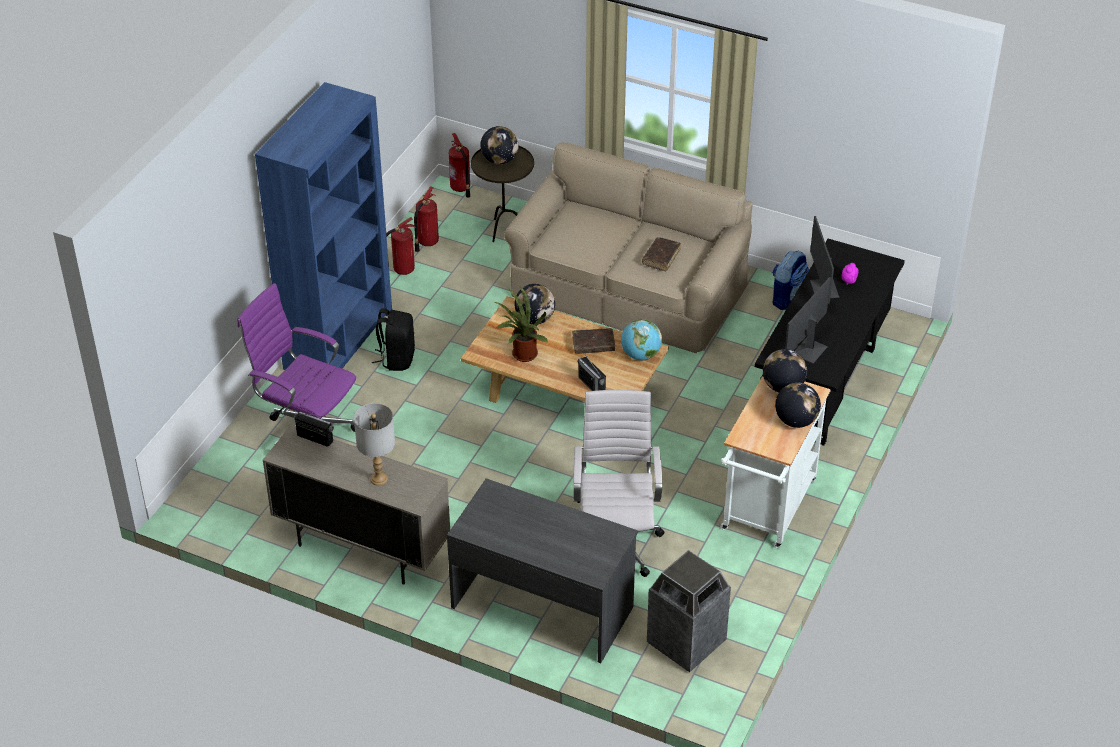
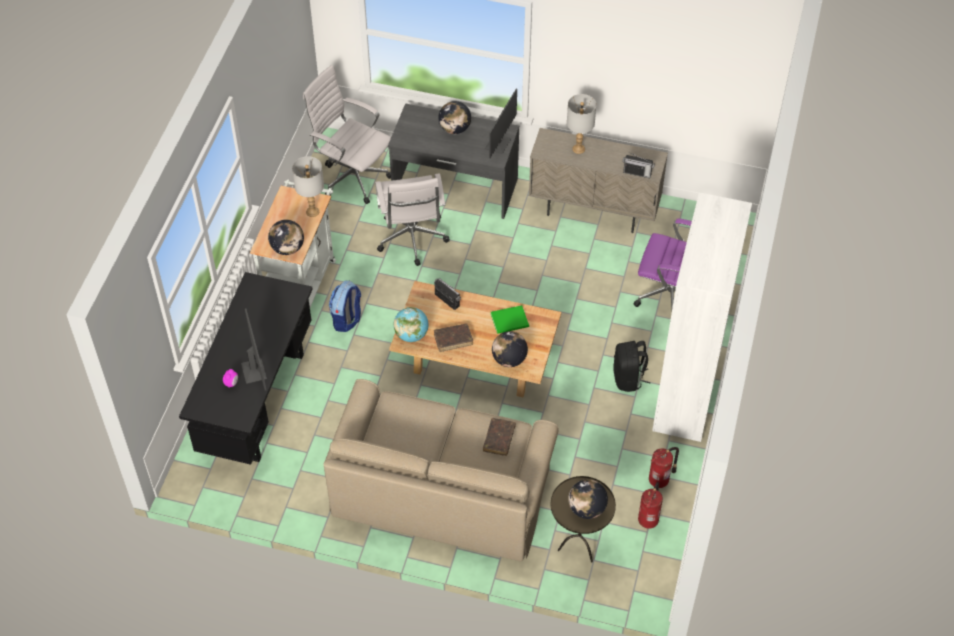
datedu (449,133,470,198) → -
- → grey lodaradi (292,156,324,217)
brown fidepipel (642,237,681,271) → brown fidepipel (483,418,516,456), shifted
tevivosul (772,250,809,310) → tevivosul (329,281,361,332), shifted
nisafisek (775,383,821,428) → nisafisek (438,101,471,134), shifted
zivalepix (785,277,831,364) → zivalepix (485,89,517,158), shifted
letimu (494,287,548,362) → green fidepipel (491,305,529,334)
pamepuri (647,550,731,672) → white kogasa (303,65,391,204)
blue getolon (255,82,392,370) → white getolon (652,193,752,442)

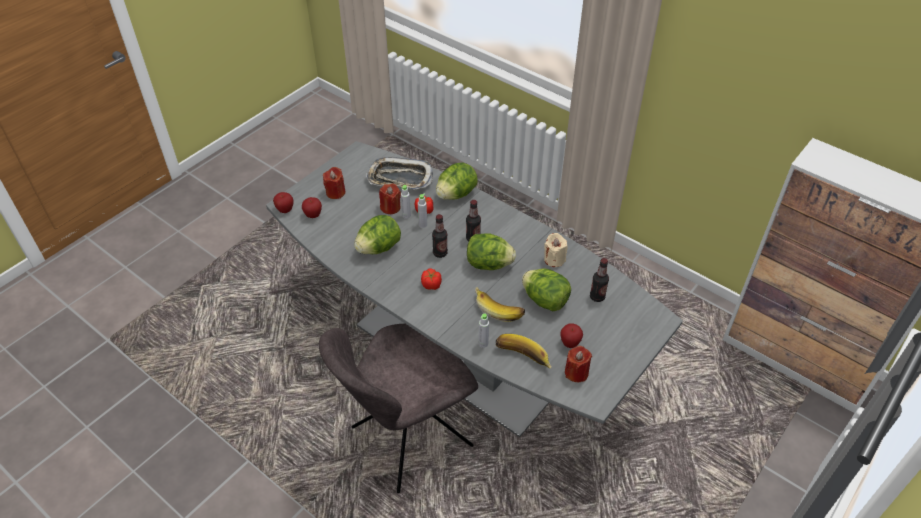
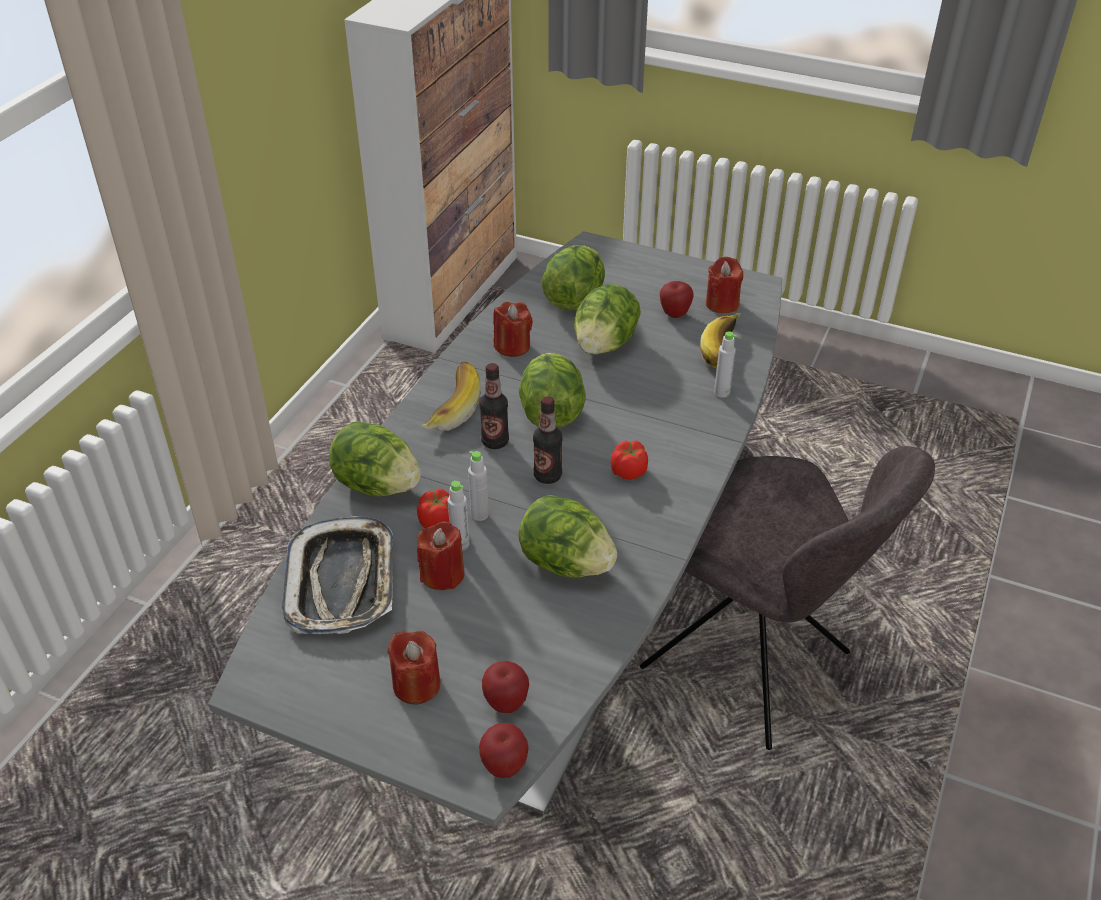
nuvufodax (475,287,525,322) → nuvufodax (421,362,480,431), shifted
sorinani (590,258,609,302) → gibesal (541,245,605,311)
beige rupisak (544,233,568,267) → red rupisak (493,302,533,357)

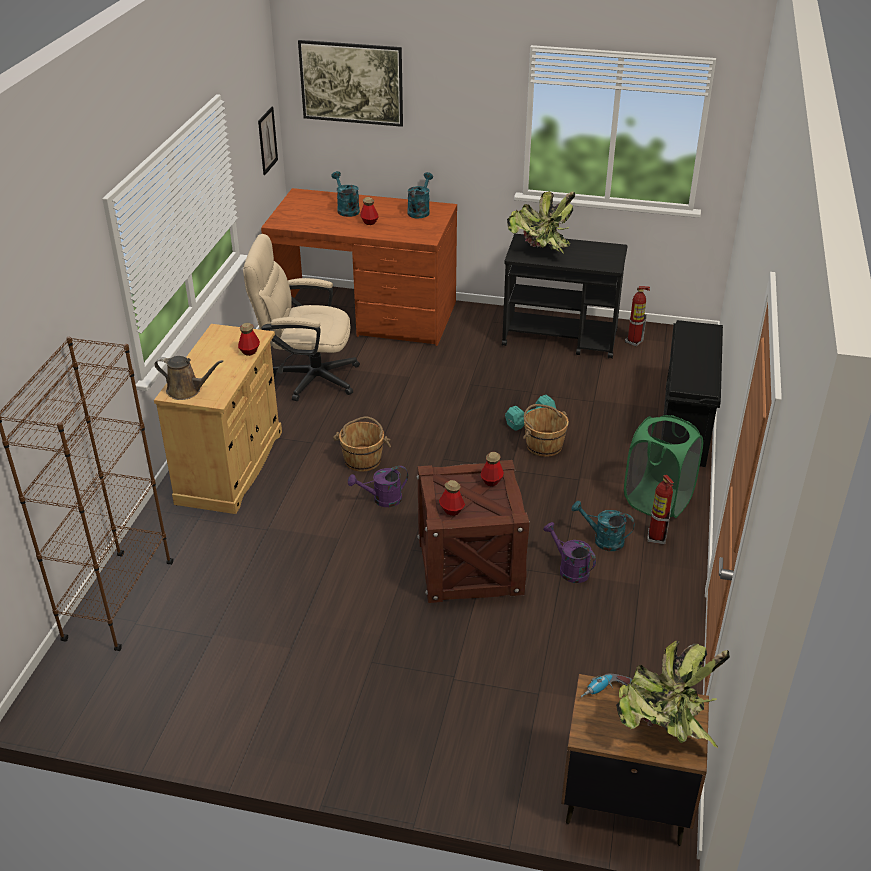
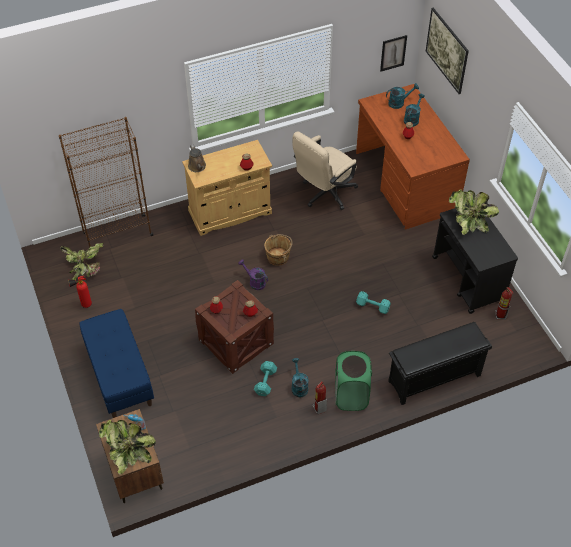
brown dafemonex (523,404,569,457) → -
- → letimu (60,243,104,280)
- → datedu (68,276,92,308)
- → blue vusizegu (80,309,154,418)
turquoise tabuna (407,172,433,218) → turquoise tabuna (386,83,419,109), shifted
purple tabuna (544,522,596,583) → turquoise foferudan (254,361,277,396)
beige kogasa (243,234,360,401) → beige kogasa (292,132,358,210), 105 degrees counterclockwise

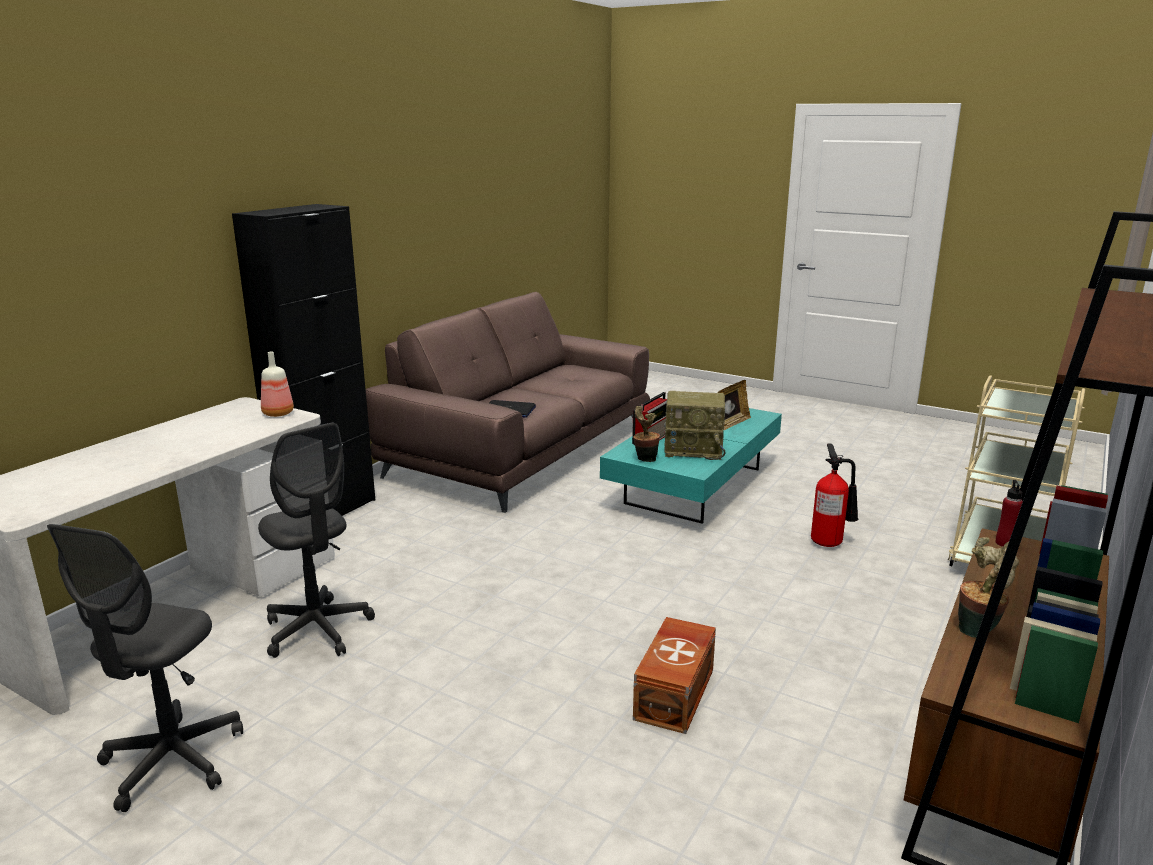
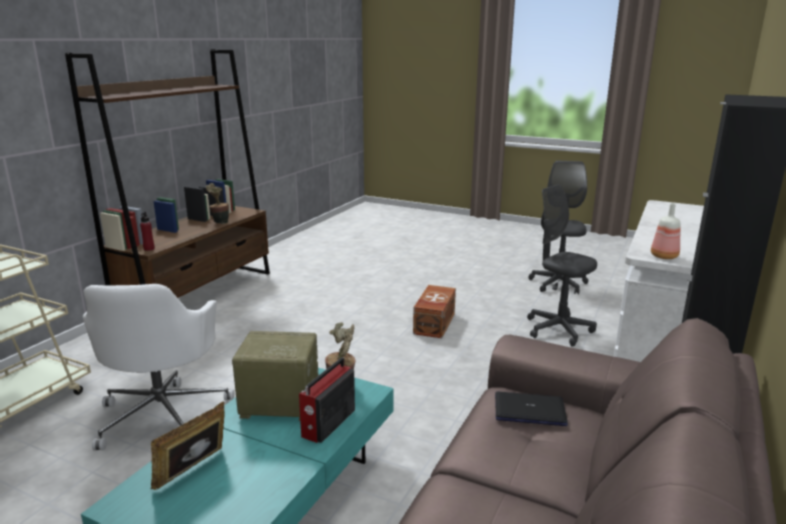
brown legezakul (633,617,716,734) → brown legezakul (413,285,456,338), shifted
datedu (811,443,858,547) → white kogasa (83,284,235,451)

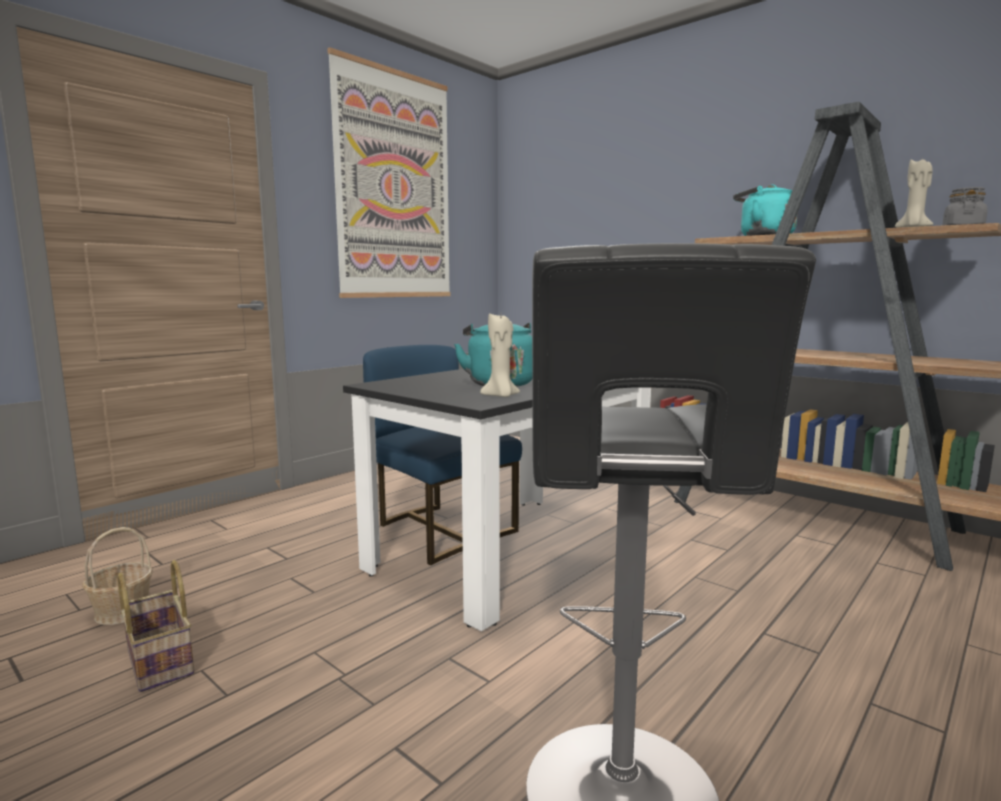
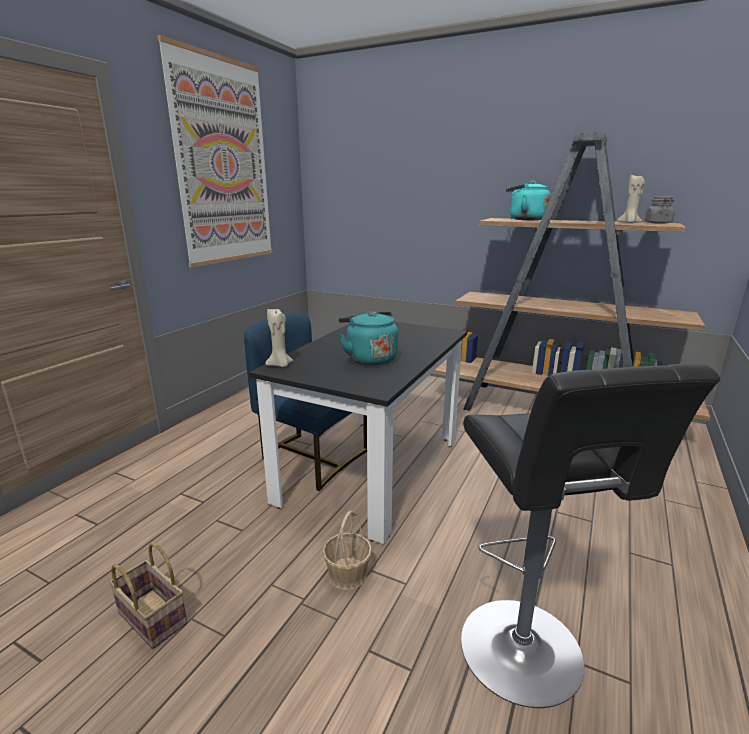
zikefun (82,527,153,625) → zikefun (322,511,372,590), shifted
beige rupisak (480,313,520,397) → beige rupisak (265,309,293,367), shifted

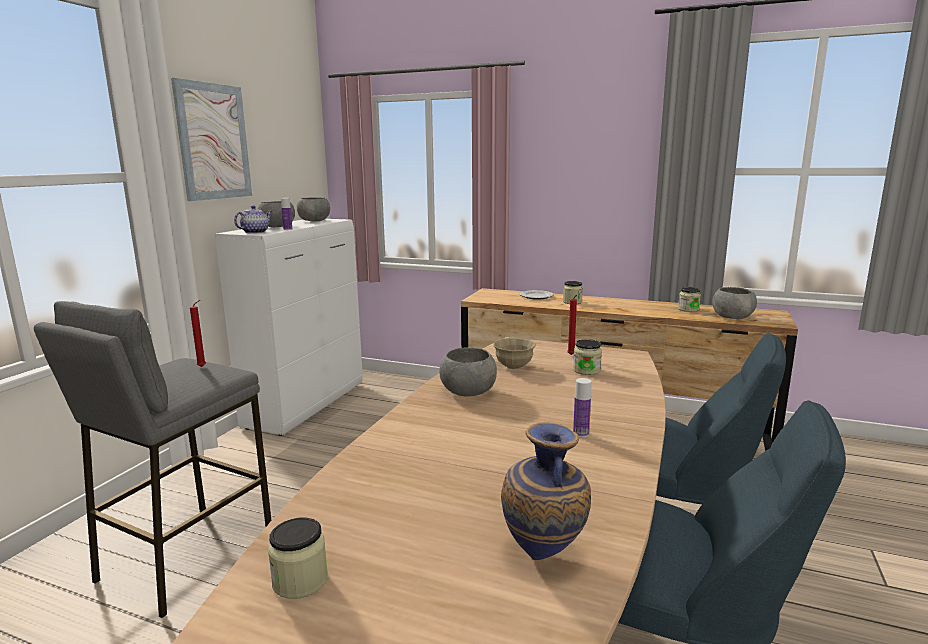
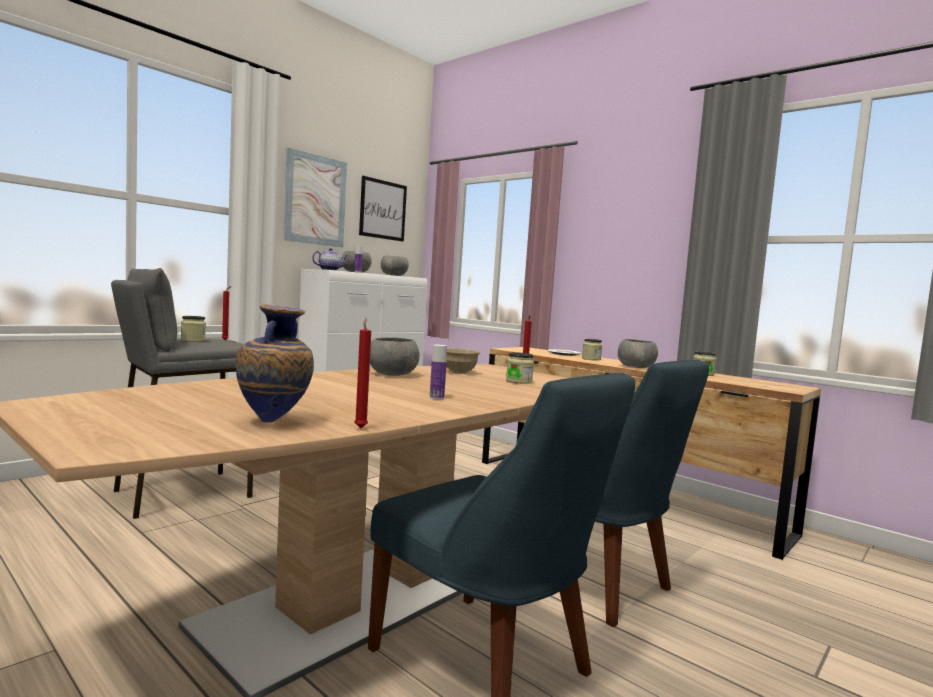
- → red rupisak (354,319,371,428)
- → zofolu (359,176,407,242)
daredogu (268,518,328,599) → daredogu (181,316,206,342), shifted
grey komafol (712,287,757,319) → grey komafol (618,339,658,368), shifted

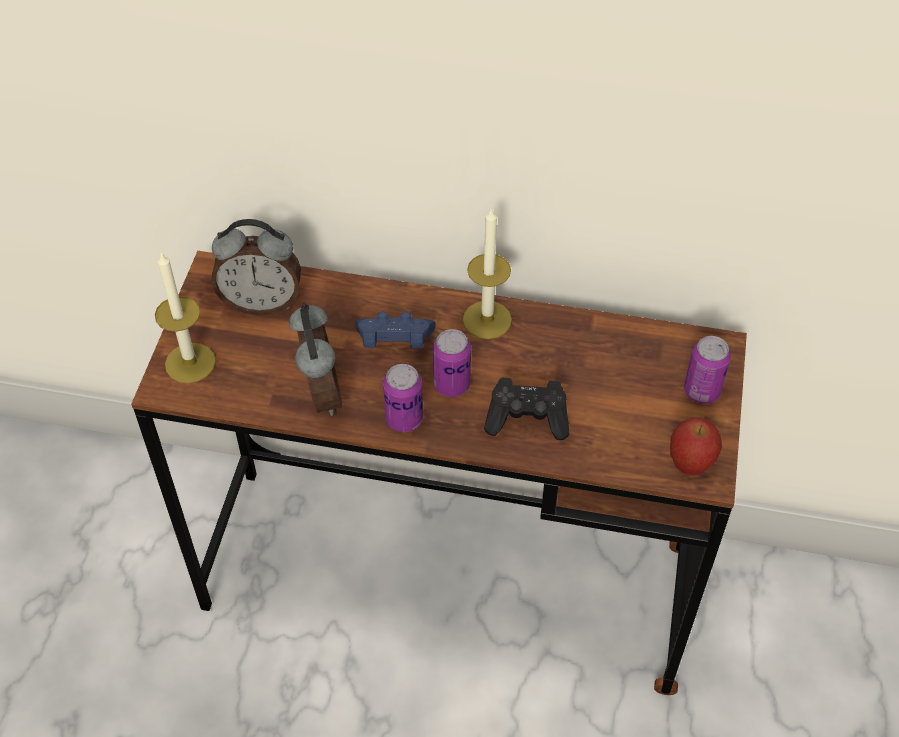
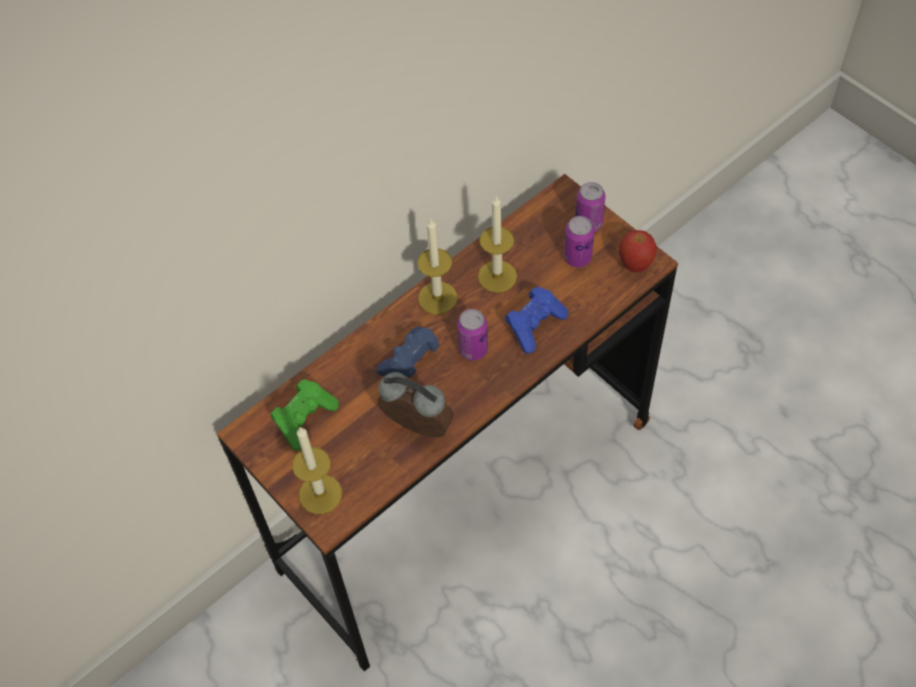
- → rupisak (478,196,517,293)
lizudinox (383,364,423,432) → lizudinox (564,216,594,268), shifted
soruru (212,219,301,316) → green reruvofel (271,379,339,451)
black reruvofel (484,378,570,440) → blue reruvofel (505,286,568,354)

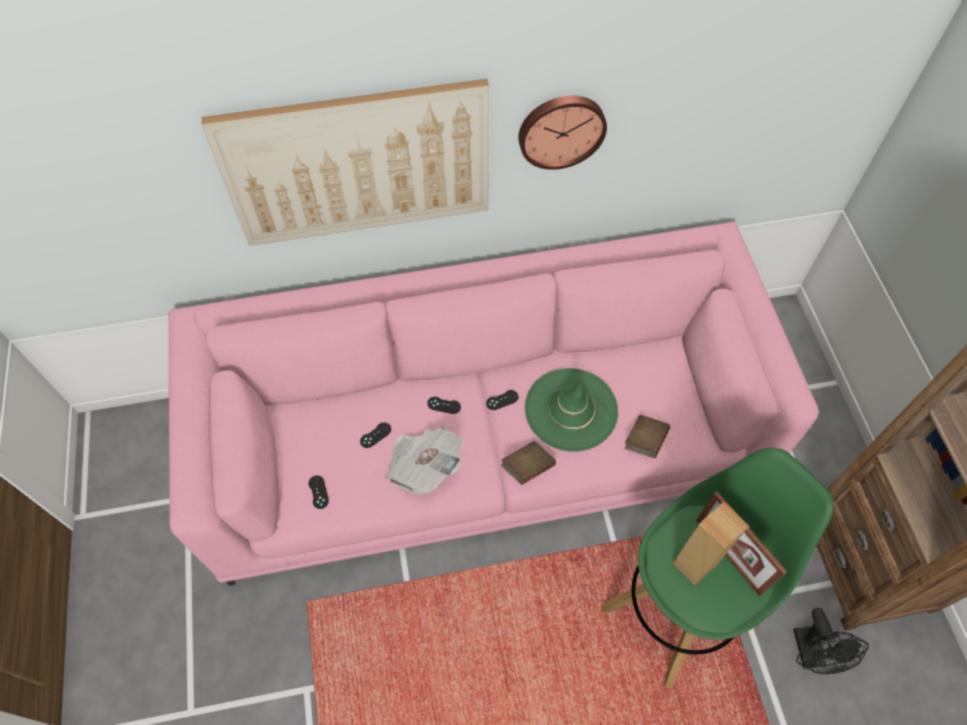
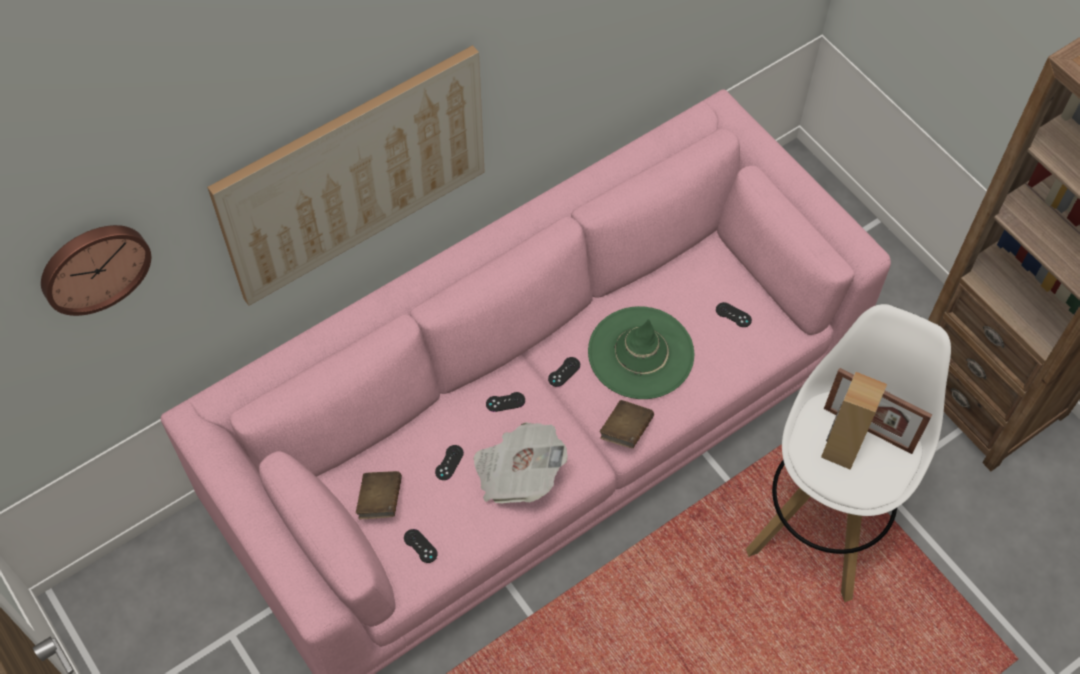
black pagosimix (793,608,869,674) → -
- → black reruvofel (716,302,752,327)
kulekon (518,95,607,170) → kulekon (41,225,151,316), shifted
brown fidepipel (625,415,670,458) → brown fidepipel (356,471,402,519), shifted
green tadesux (601,447,834,688) → white tadesux (746,304,951,602)

